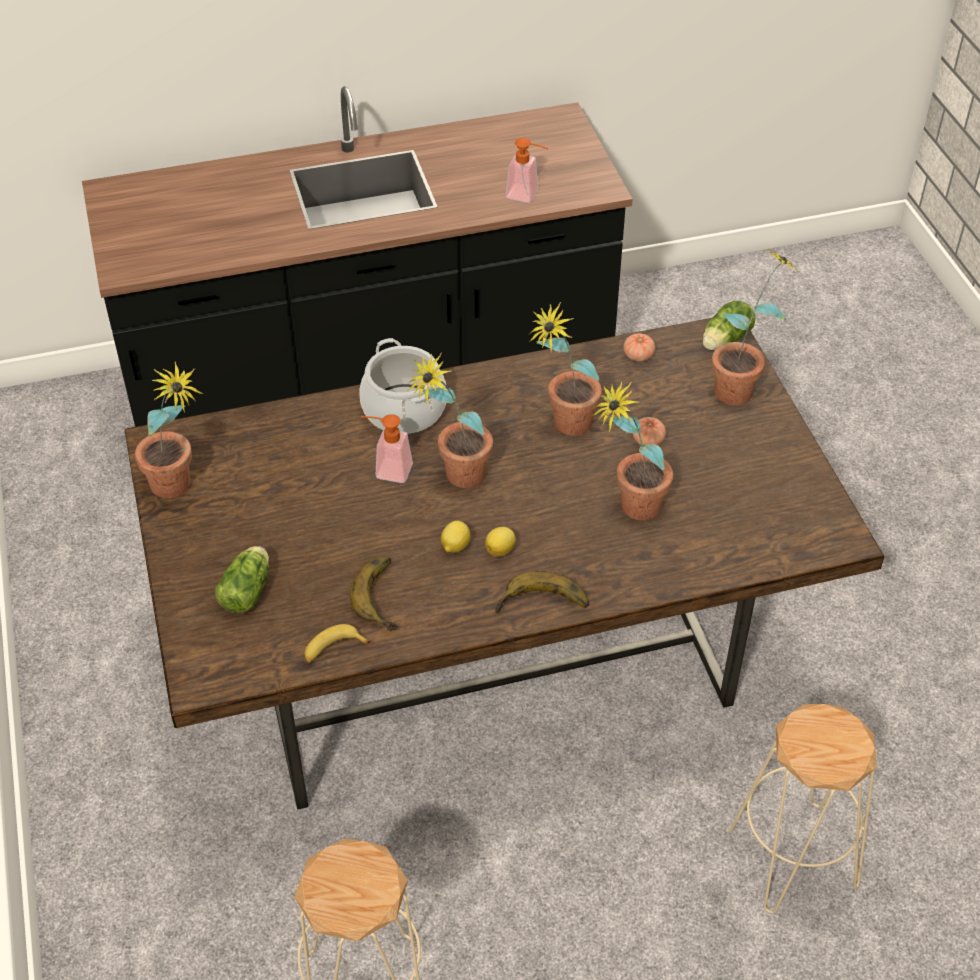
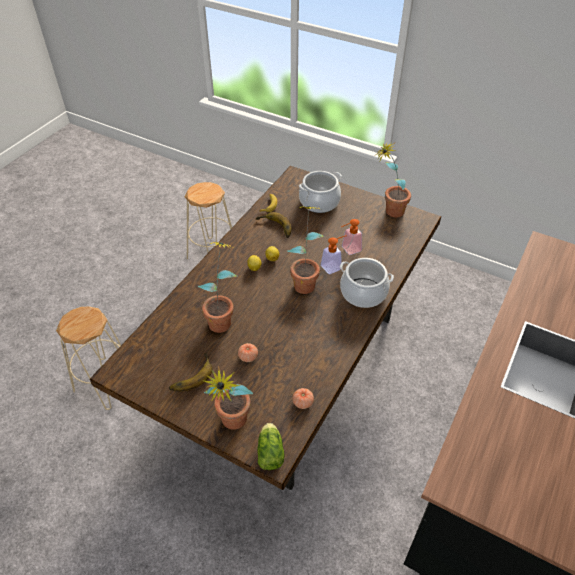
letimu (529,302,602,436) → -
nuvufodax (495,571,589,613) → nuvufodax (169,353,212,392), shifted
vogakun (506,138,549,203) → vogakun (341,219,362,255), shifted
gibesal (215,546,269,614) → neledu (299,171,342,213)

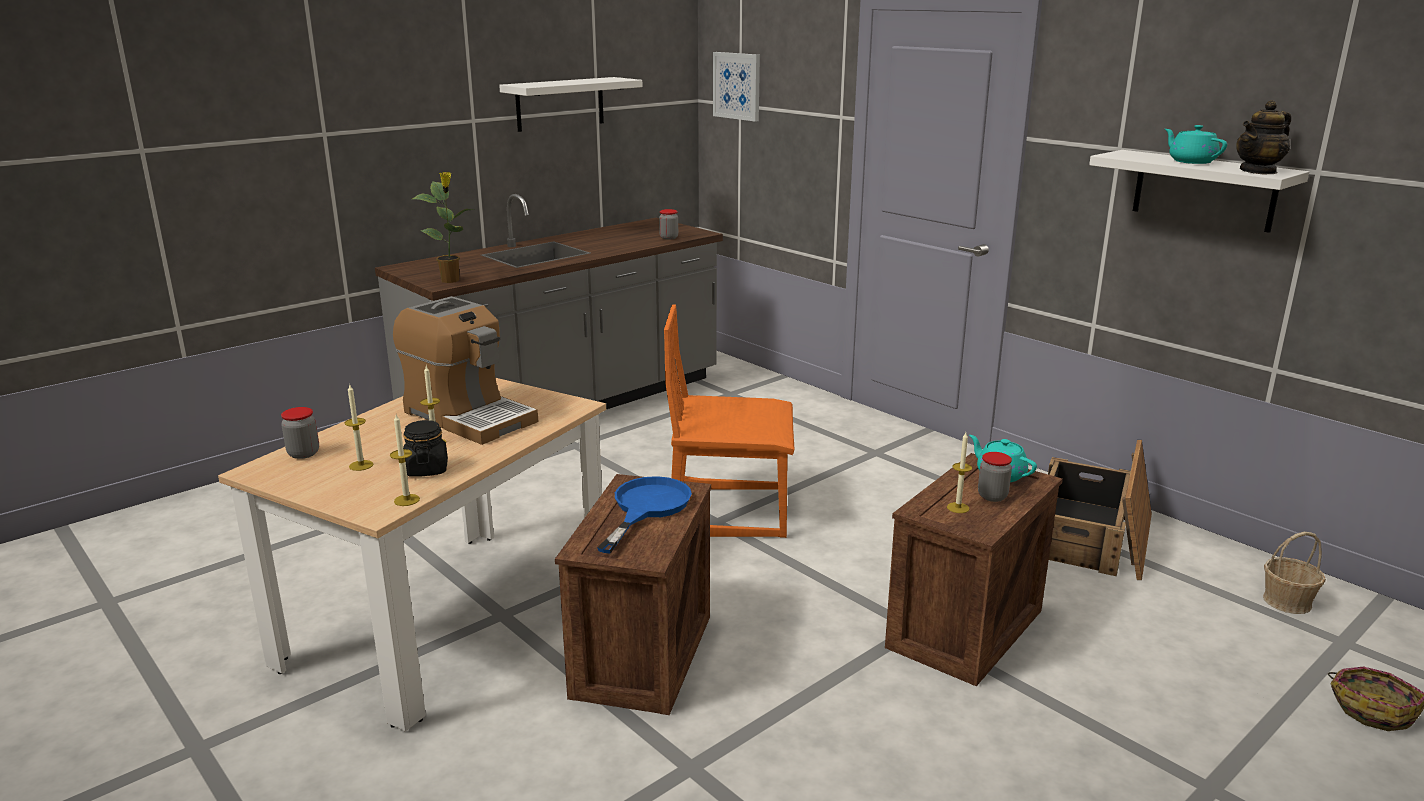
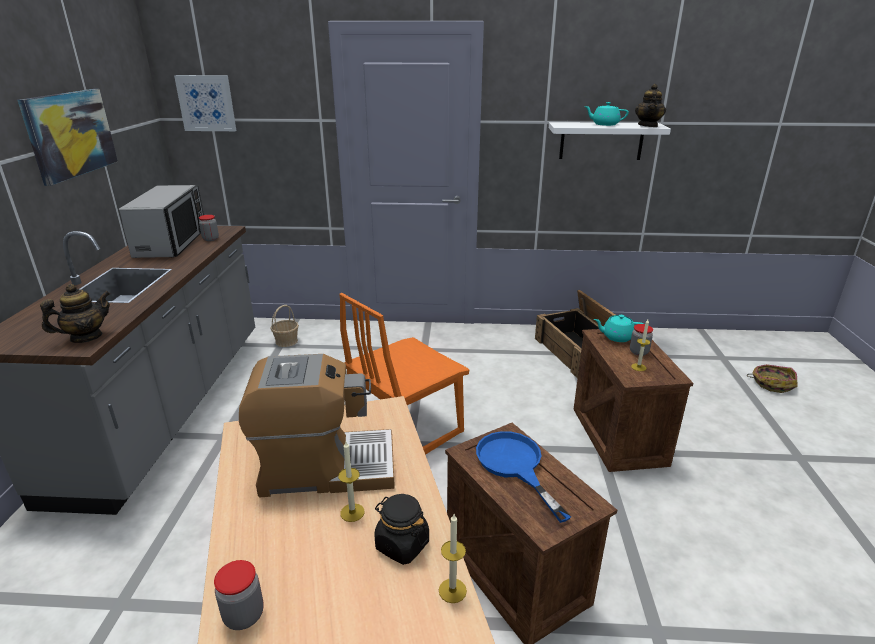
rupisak (344,385,373,471) → -
- → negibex (119,185,204,258)
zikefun (1263,532,1326,614) → zikefun (270,305,299,347), shifted
letimu (412,172,475,283) → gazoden (40,284,111,343)
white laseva (499,77,643,132) → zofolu (17,89,118,186)

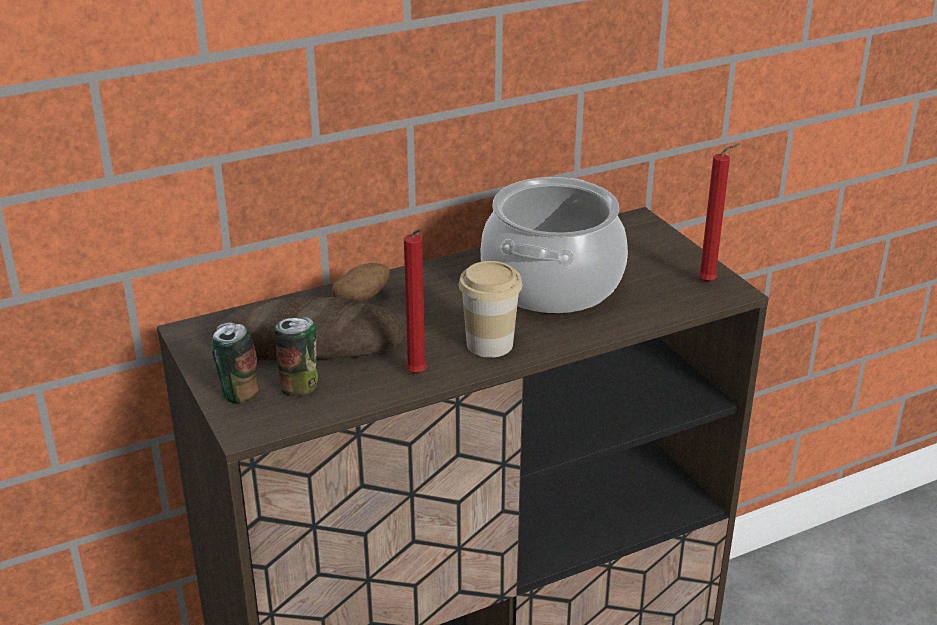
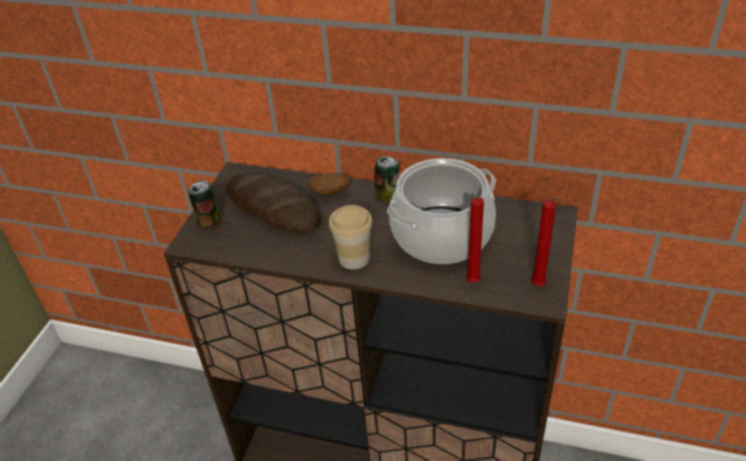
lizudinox (274,317,318,396) → lizudinox (374,156,399,203), shifted
red rupisak (404,229,427,374) → red rupisak (466,197,484,283), shifted

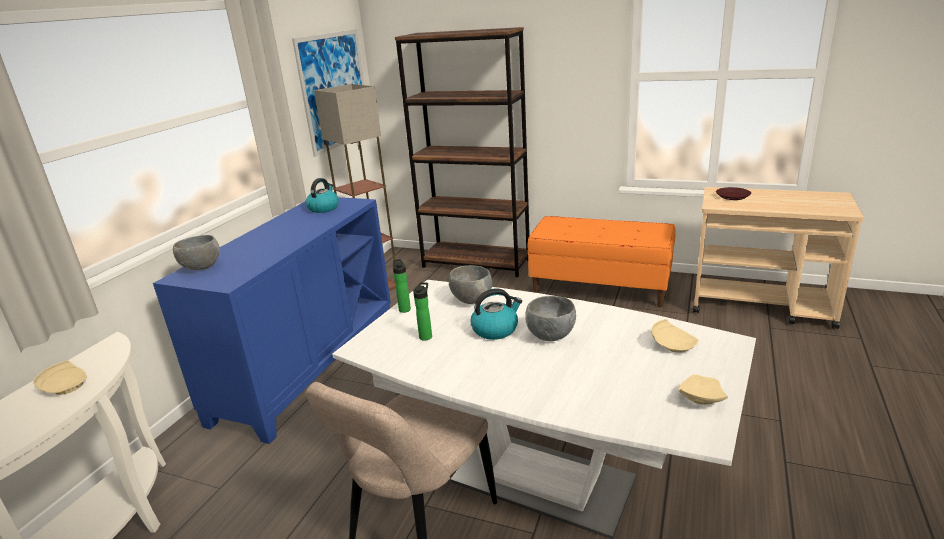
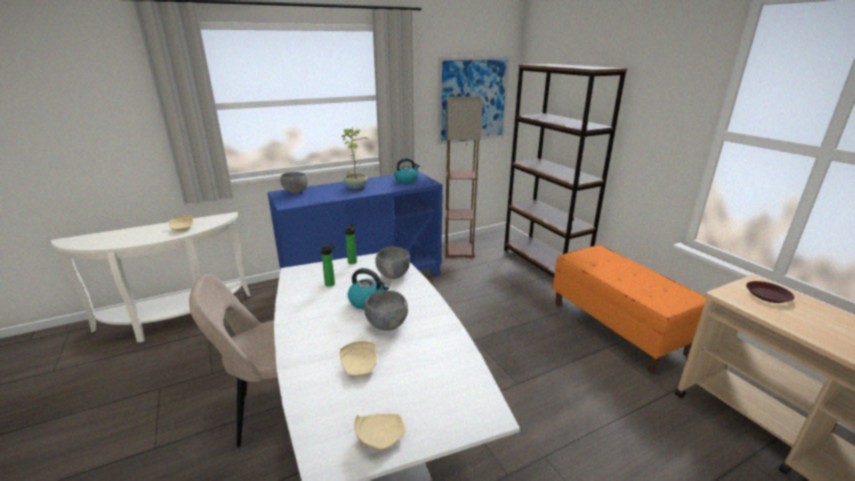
- → letimu (342,127,370,189)
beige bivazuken (651,319,699,353) → beige bivazuken (340,341,377,377), shifted

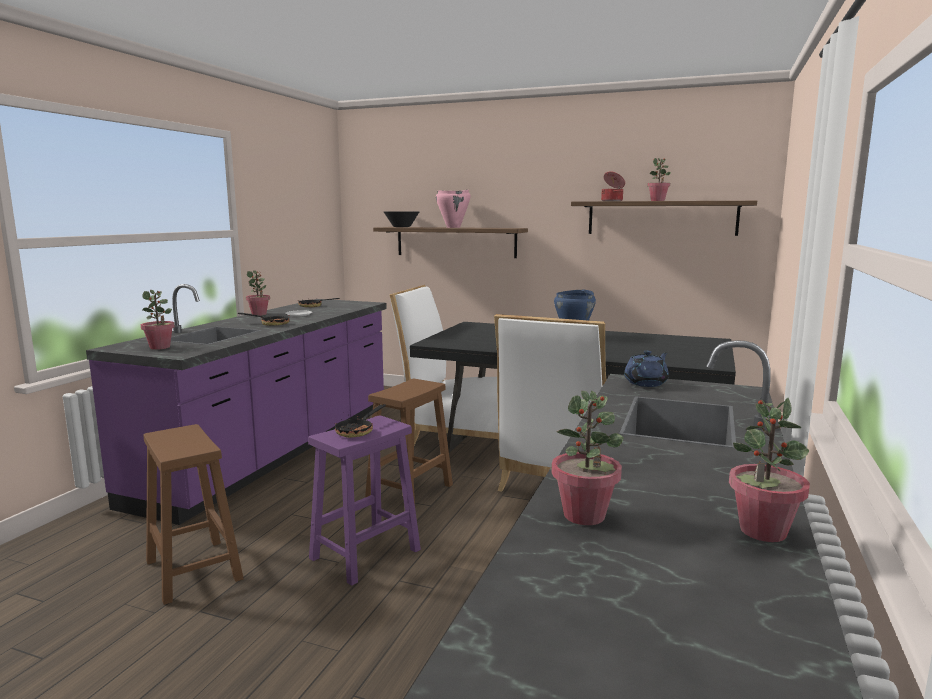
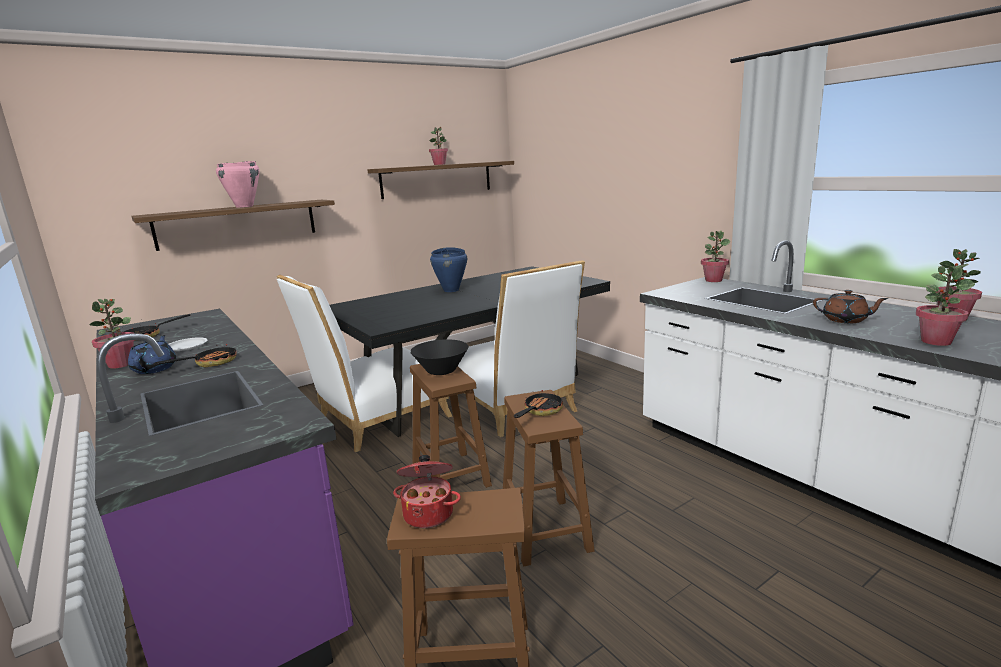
- → brown gazoden (813,290,888,323)
letimu (141,290,175,350) → letimu (701,231,731,282), shifted
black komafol (384,212,419,227) → black komafol (410,339,468,375), shifted
neledu (601,171,625,201) → neledu (393,455,461,528), shifted
blue gazoden (624,350,669,387) → blue gazoden (128,335,176,374), shifted
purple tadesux (308,415,421,586) → brown tadesux (503,390,595,567)
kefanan (334,404,386,438) → kefanan (514,390,563,418), 120 degrees counterclockwise

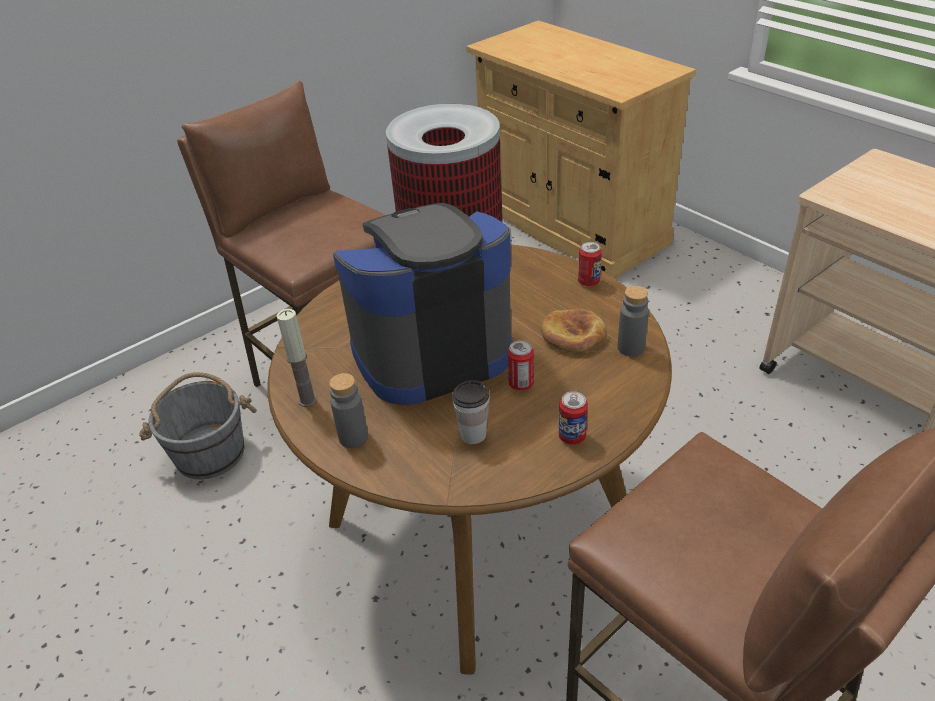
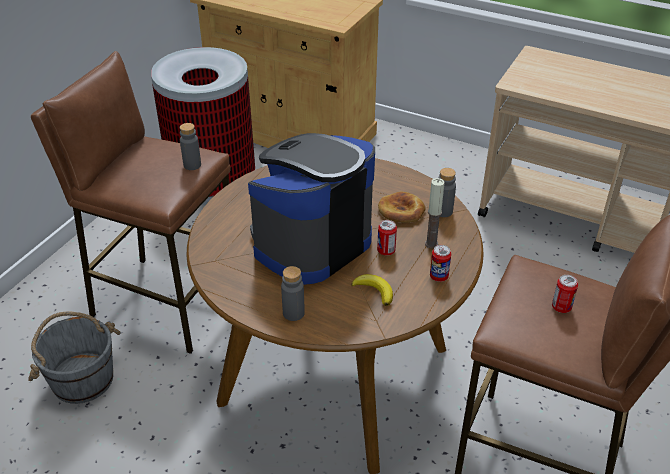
- → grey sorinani (180,123,201,170)
rupisak (276,309,317,407) → rupisak (425,178,444,248), shifted
lizudinox (578,242,602,286) → lizudinox (552,275,578,313), shifted
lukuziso (452,380,489,444) → nuvufodax (351,274,393,306)

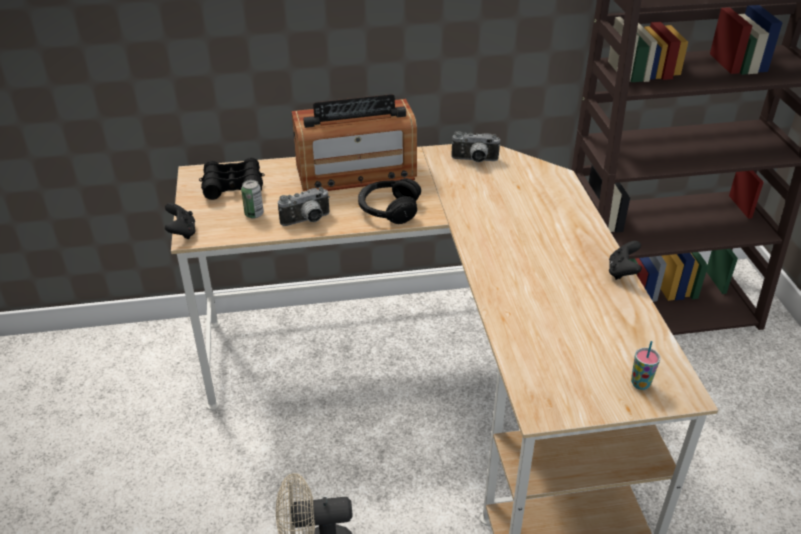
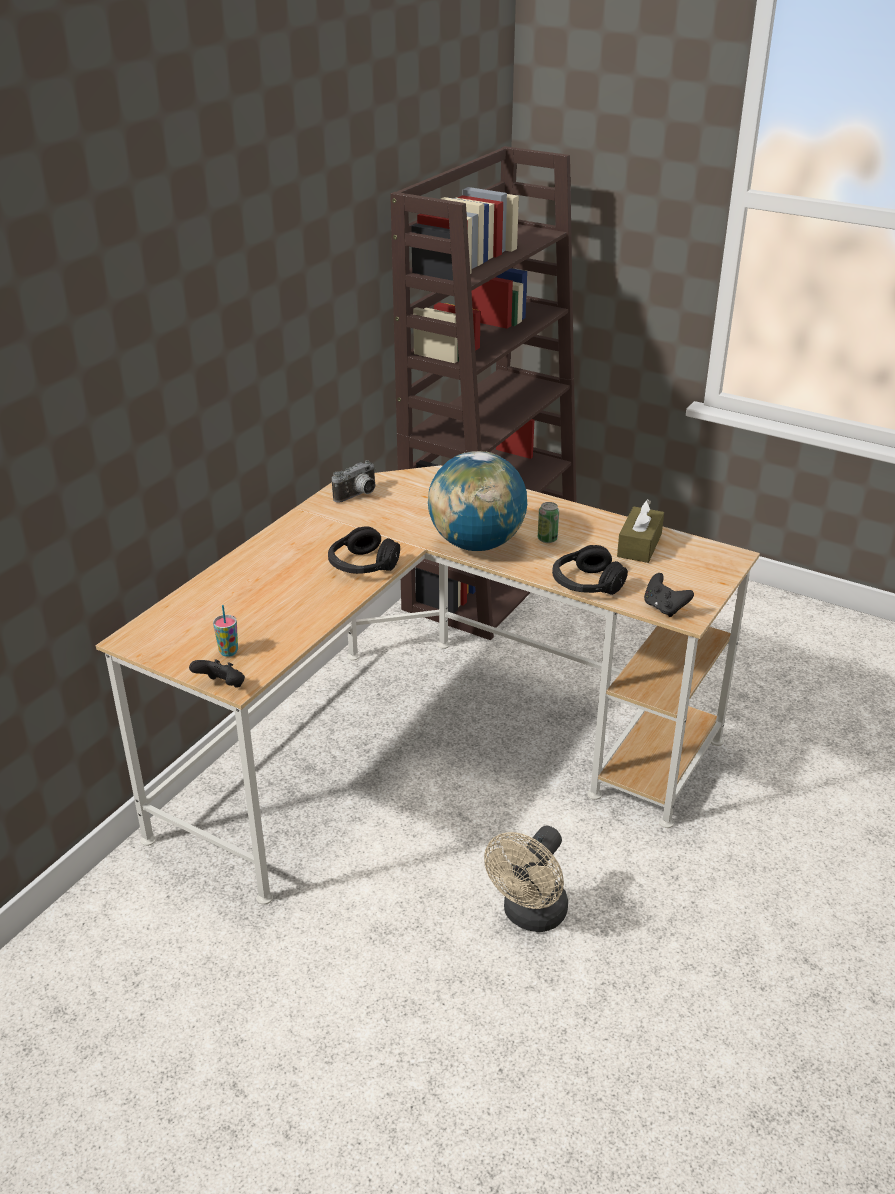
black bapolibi (199,158,265,200) → -
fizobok (278,187,330,226) → -
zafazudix (292,94,417,191) → -
- → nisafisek (428,451,527,551)
- → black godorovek (552,545,628,595)
- → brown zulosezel (617,499,664,563)
lizudinox (241,180,264,218) → lizudinox (538,502,559,543), shifted
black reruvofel (609,241,642,280) → black reruvofel (644,573,694,617), shifted
lukuziso (631,341,660,390) → lukuziso (213,605,238,657), shifted

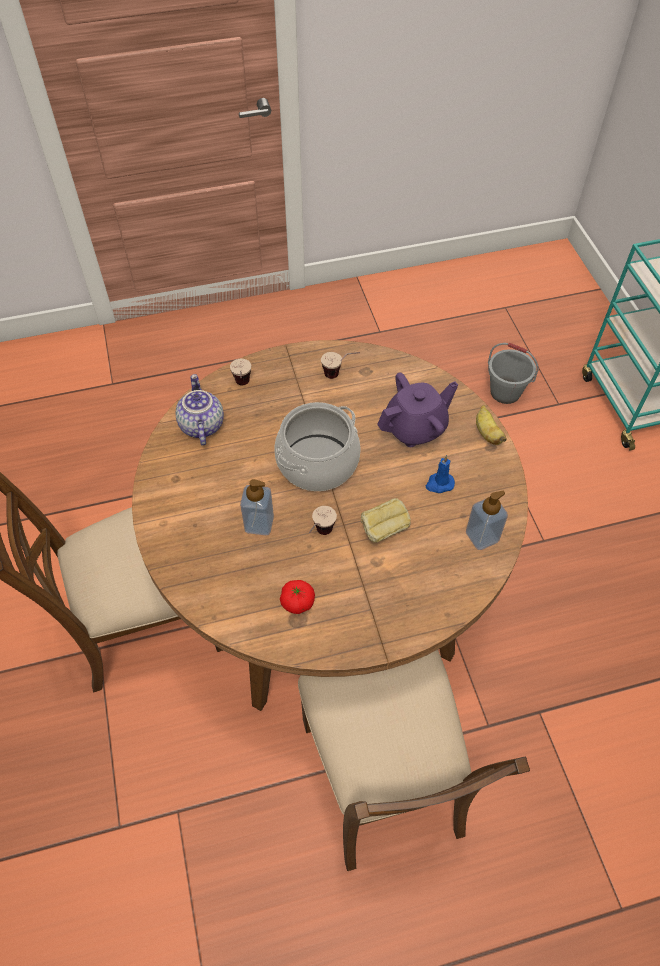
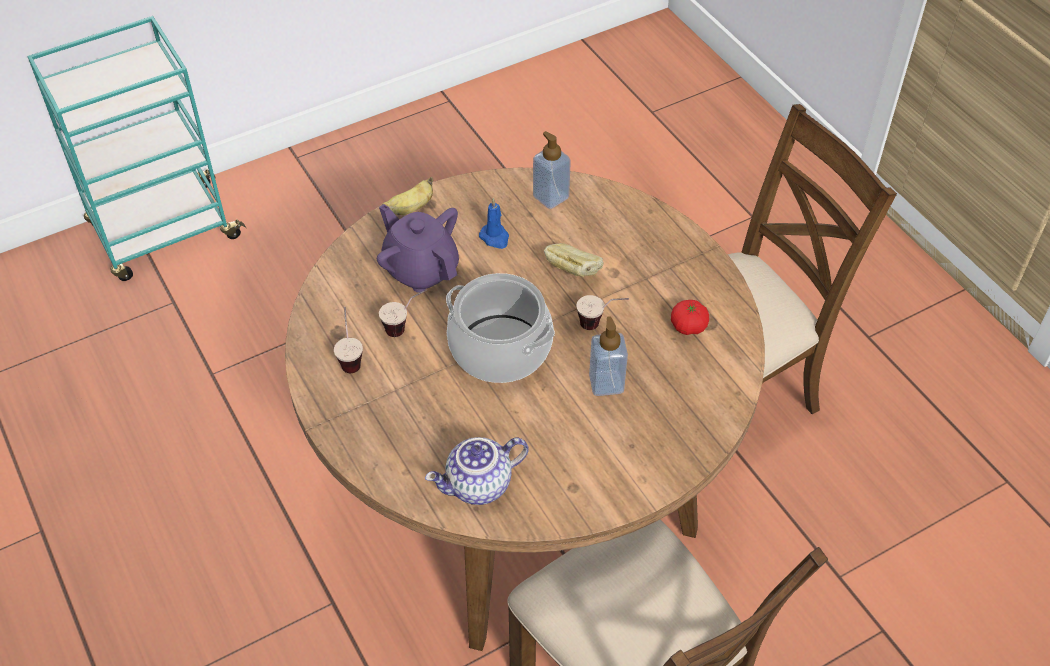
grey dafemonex (488,343,538,404) → -
lukuziso (230,359,251,385) → lukuziso (379,289,427,337), shifted

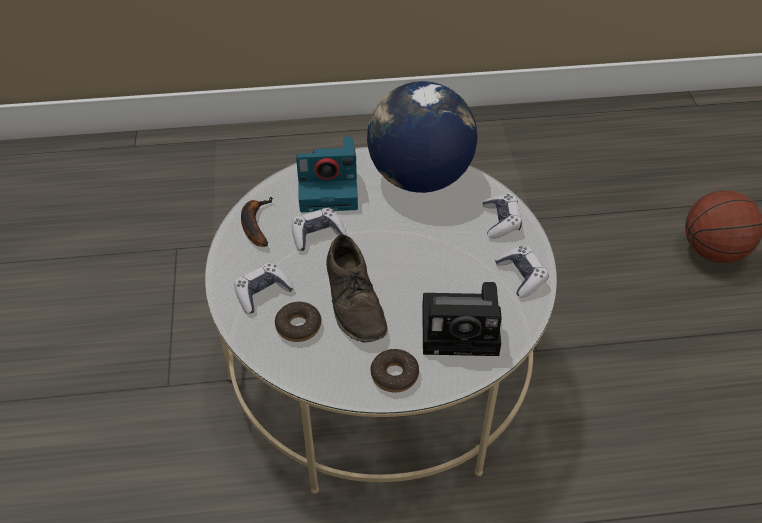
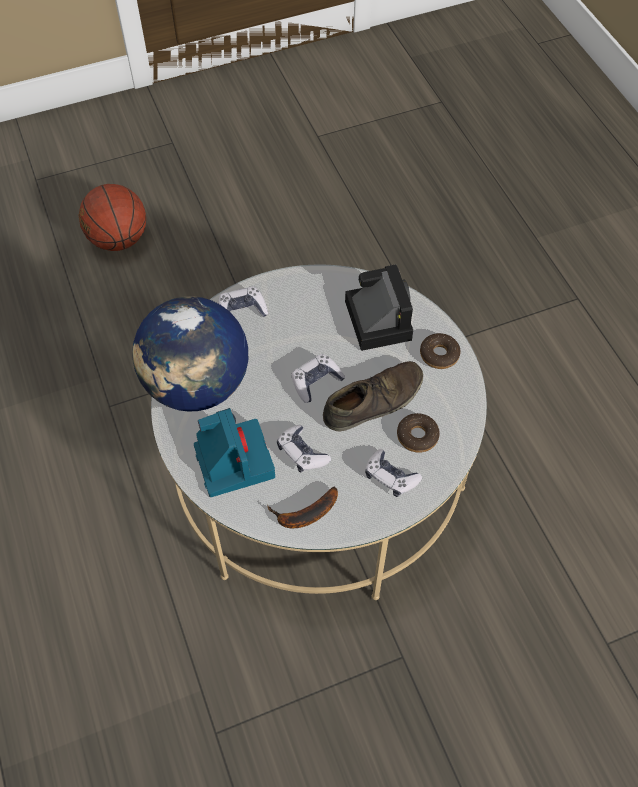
reruvofel (495,246,549,298) → reruvofel (291,354,345,403), shifted

